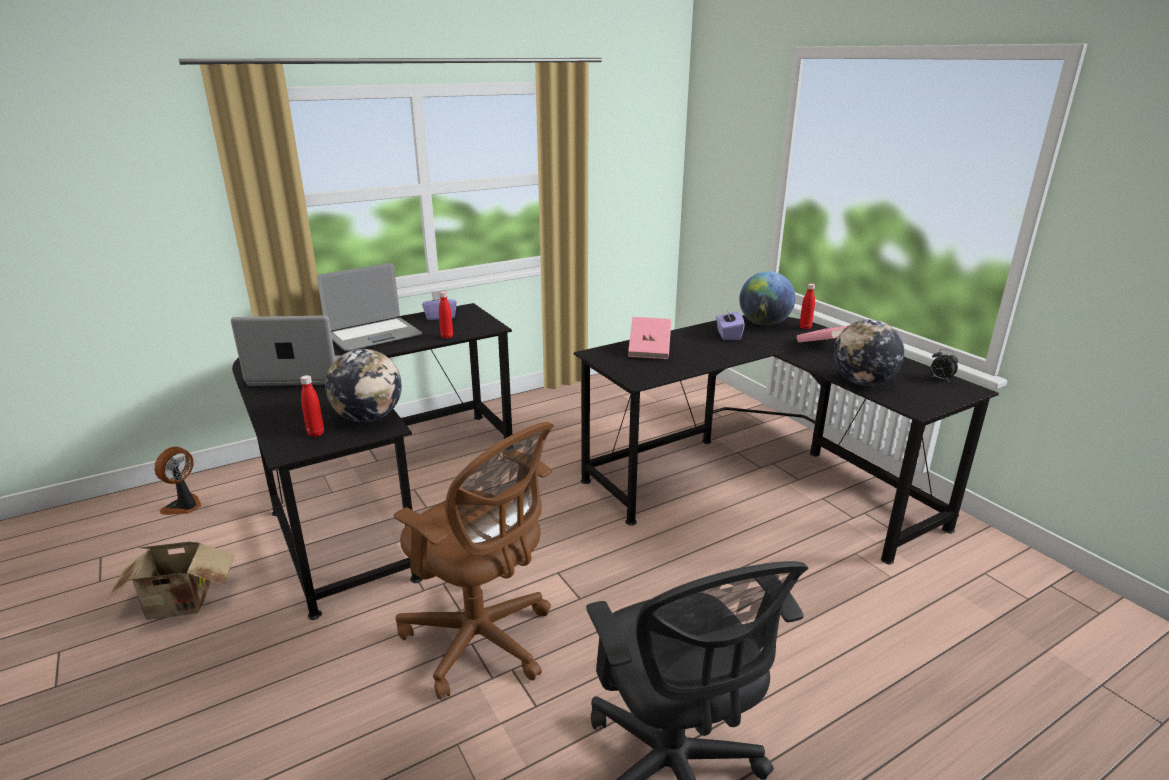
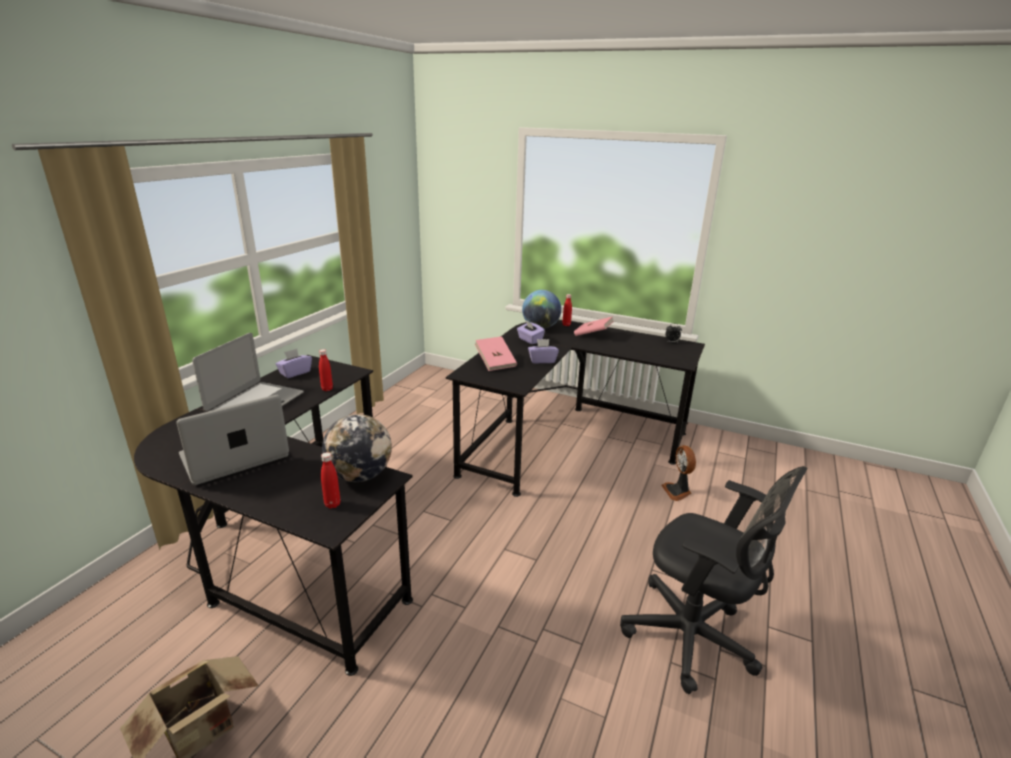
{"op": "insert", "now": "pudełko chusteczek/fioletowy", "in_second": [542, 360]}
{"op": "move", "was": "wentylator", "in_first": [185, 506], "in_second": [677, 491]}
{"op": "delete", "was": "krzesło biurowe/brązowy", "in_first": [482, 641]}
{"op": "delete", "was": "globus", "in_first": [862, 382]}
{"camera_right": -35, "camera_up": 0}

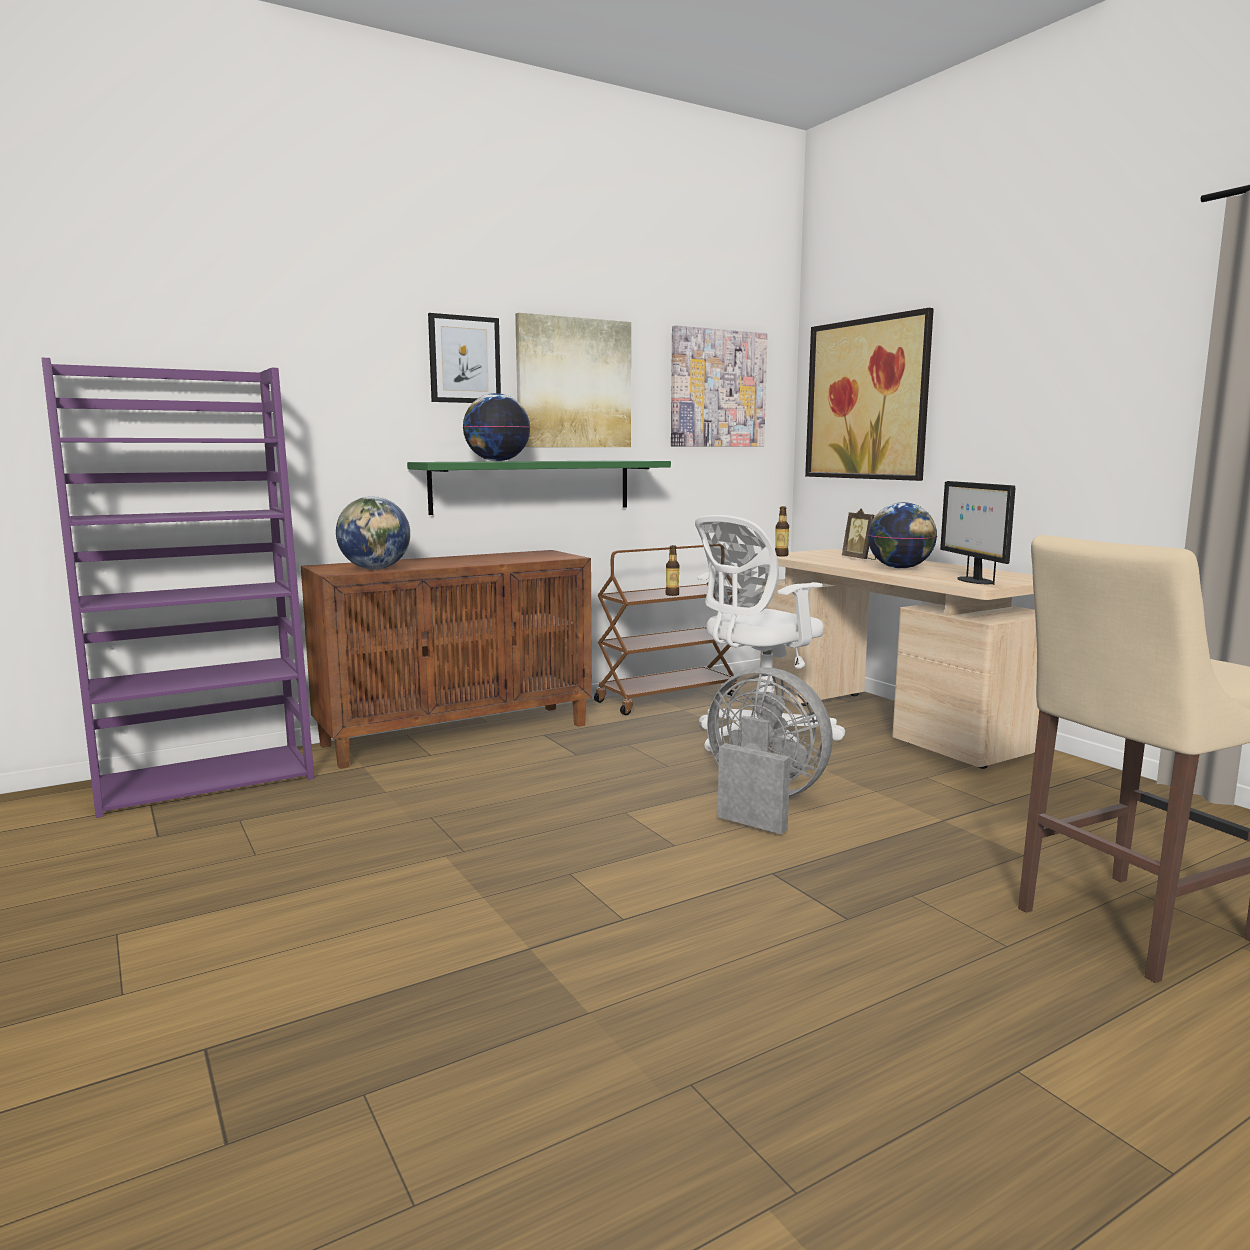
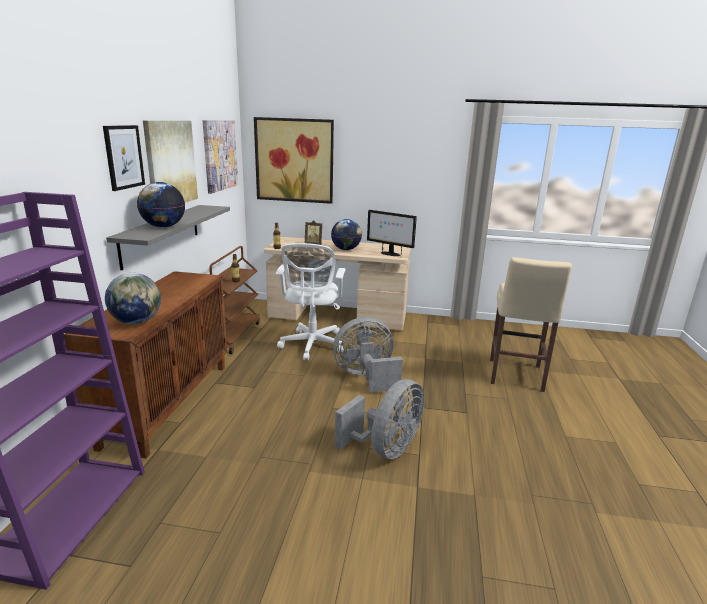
{"op": "recolor", "was": "półka/zielony", "now": "półka/szary", "in_first": [532, 486], "in_second": [161, 234]}
{"op": "insert", "now": "wentylator/szary", "in_second": [386, 449]}
{"camera_right": -50, "camera_up": 10}

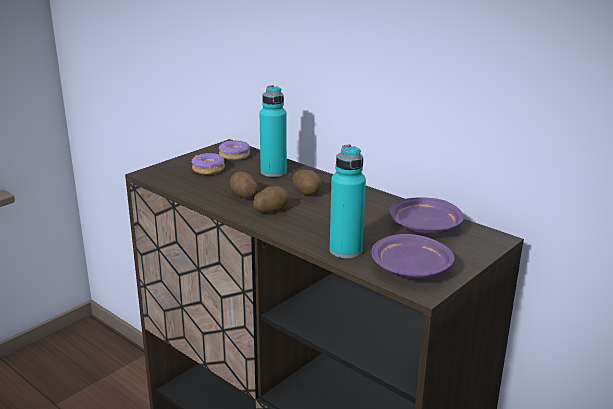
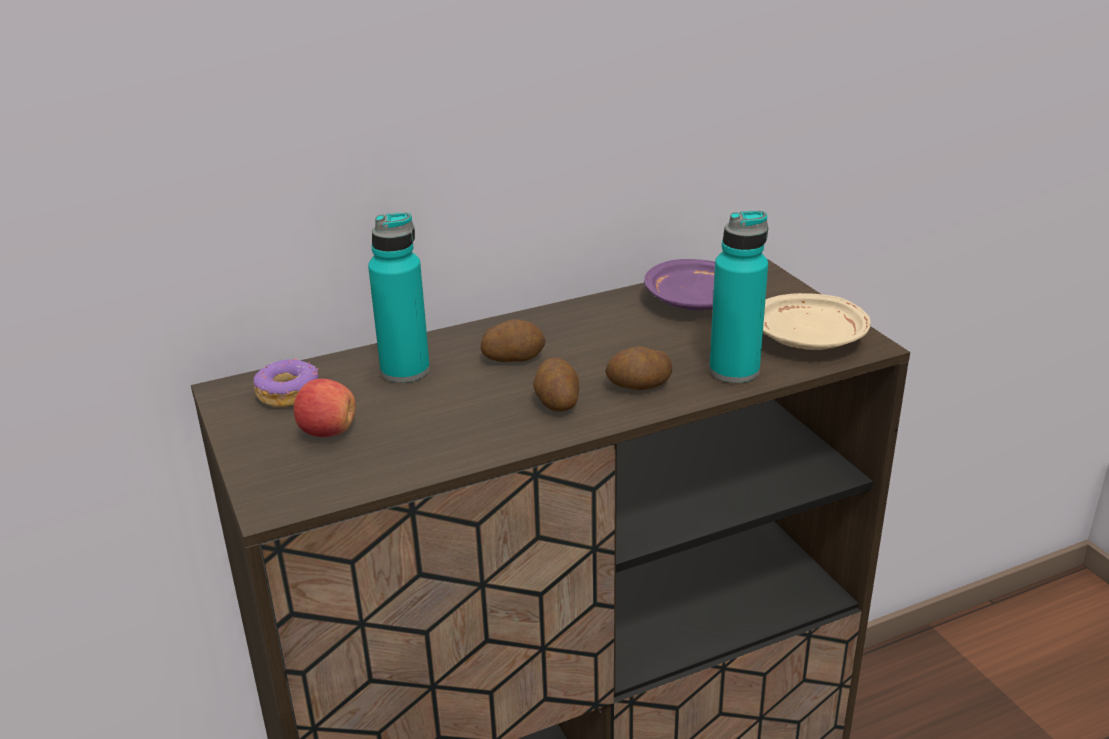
{"op": "replace", "was": "donut", "now": "jabłko", "in_first": [208, 170], "in_second": [327, 432]}
{"op": "move", "was": "ziemniak", "in_first": [243, 195], "in_second": [639, 386]}
{"op": "recolor", "was": "talerz/fioletowy", "now": "talerz/beżowy", "in_first": [411, 269], "in_second": [810, 339]}
{"camera_right": -65, "camera_up": 5}

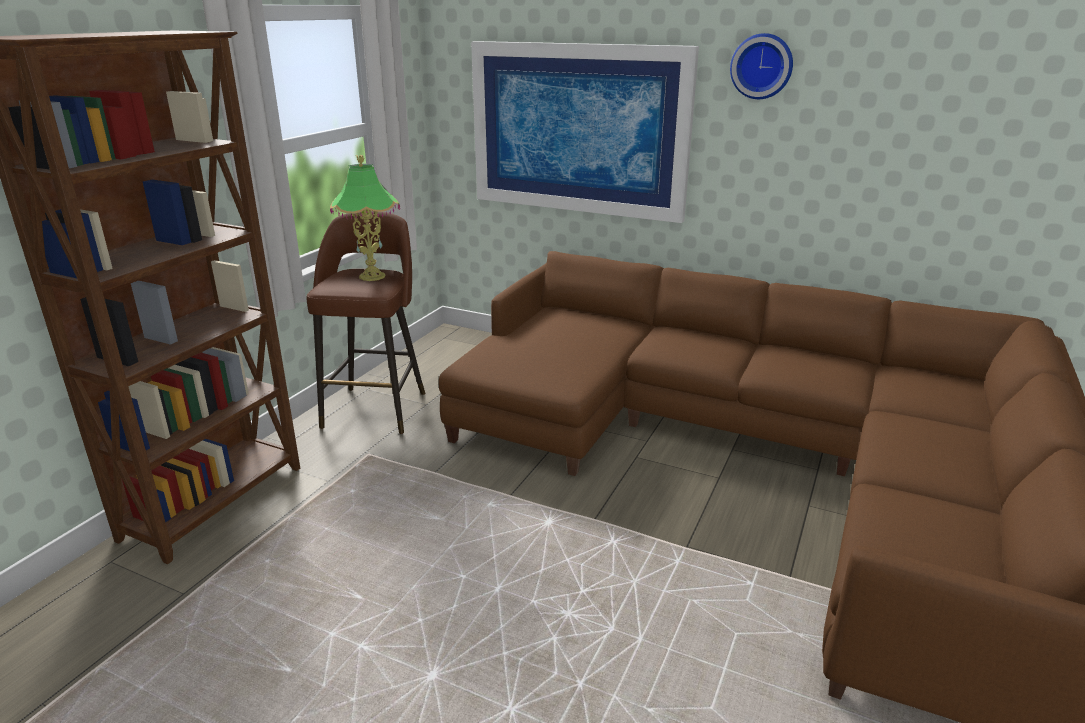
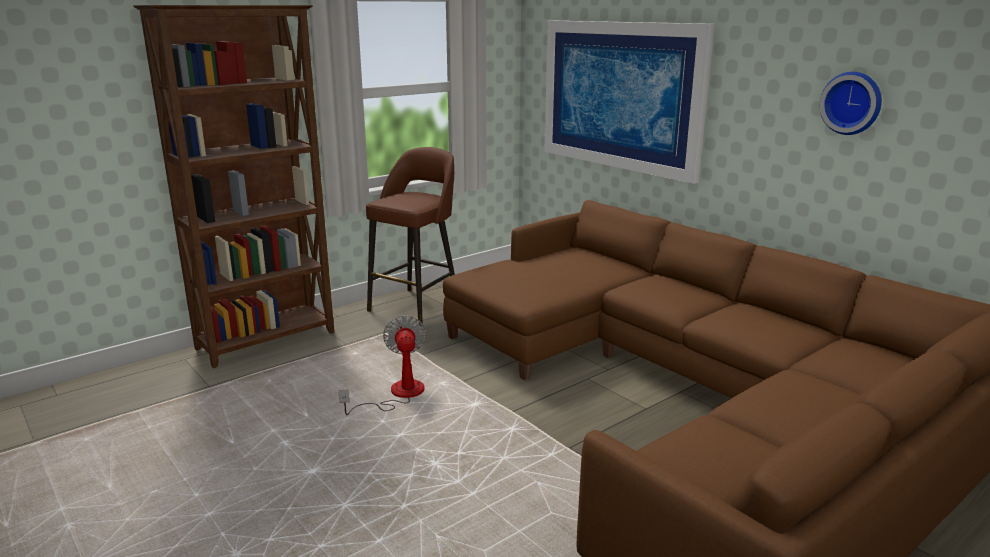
{"op": "insert", "now": "wentylator", "in_second": [397, 395]}
{"op": "move", "was": "zegar ścienny", "in_first": [762, 66], "in_second": [852, 103]}
{"op": "delete", "was": "lampa stołowa", "in_first": [372, 276]}
{"camera_right": 25, "camera_up": -5}

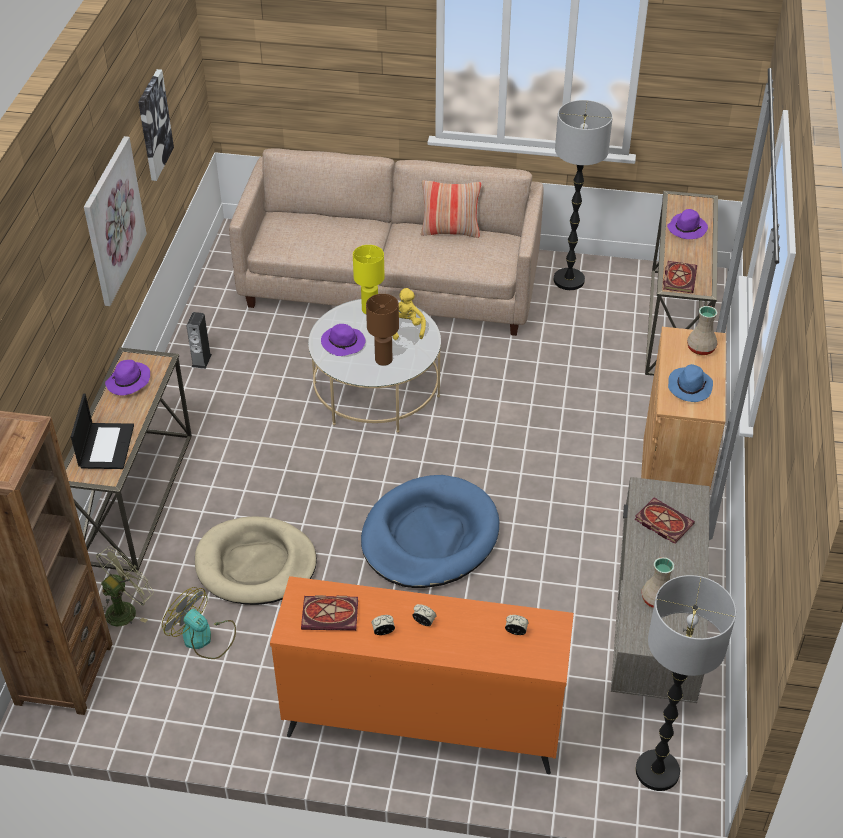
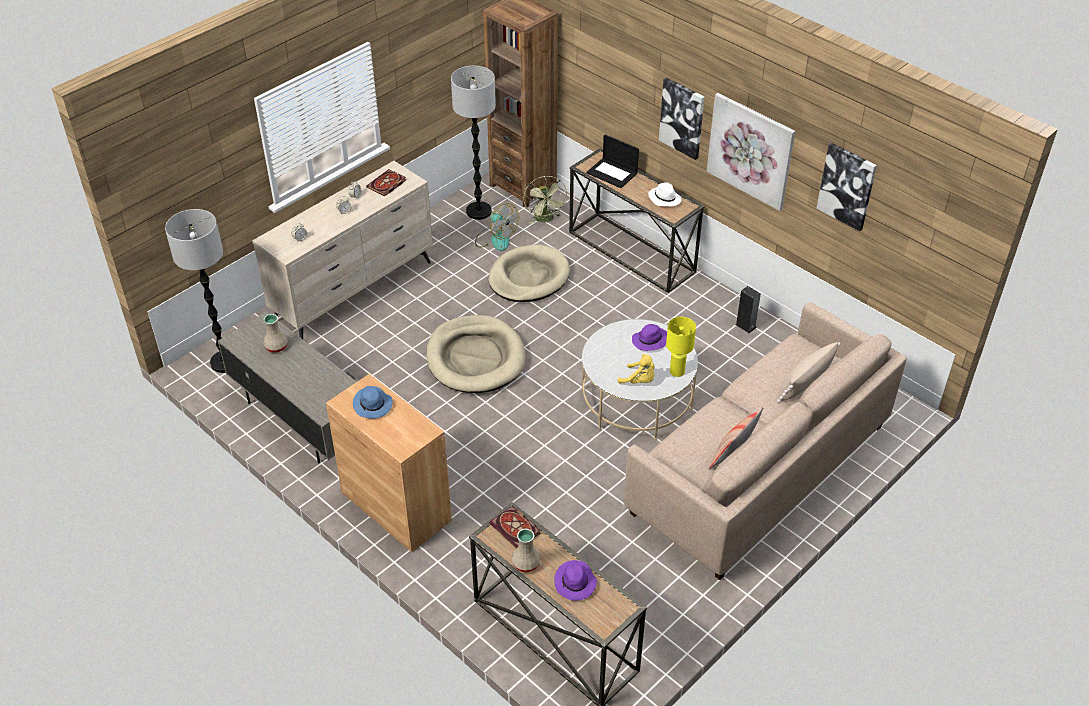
{"op": "recolor", "was": "komoda/pomarańczowy", "now": "komoda/beżowy", "in_first": [421, 723], "in_second": [354, 291]}
{"op": "recolor", "was": "legowisko/niebieski", "now": "legowisko/beżowy", "in_first": [429, 536], "in_second": [475, 358]}
{"op": "move", "was": "lampa stojąca", "in_first": [569, 280], "in_second": [478, 211]}
{"op": "rotate", "was": "wentylator", "in_first": [203, 638], "in_second": [496, 239], "clockwise": 60}
{"op": "move", "was": "wazon/beżowy", "in_first": [700, 348], "in_second": [526, 563]}
{"op": "recolor", "was": "kapelusz/fioletowy", "now": "kapelusz/biały", "in_first": [128, 382], "in_second": [664, 198]}
{"op": "insert", "now": "obraz", "in_second": [682, 118]}
{"op": "insert", "now": "poduszka/beżowy", "in_second": [804, 382]}
{"op": "delete", "was": "lampa stołowa/brązowy", "in_first": [383, 360]}
{"op": "delete", "was": "książka", "in_first": [662, 522]}
{"camera_right": 125, "camera_up": 0}

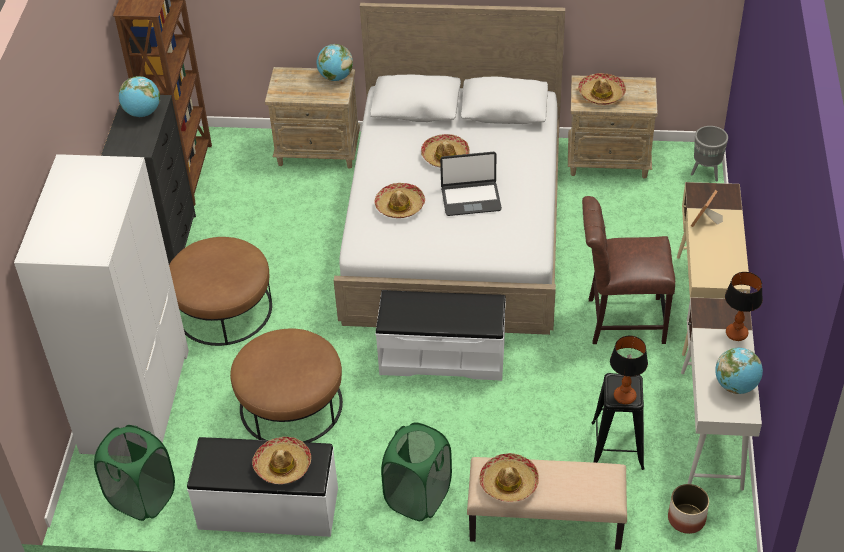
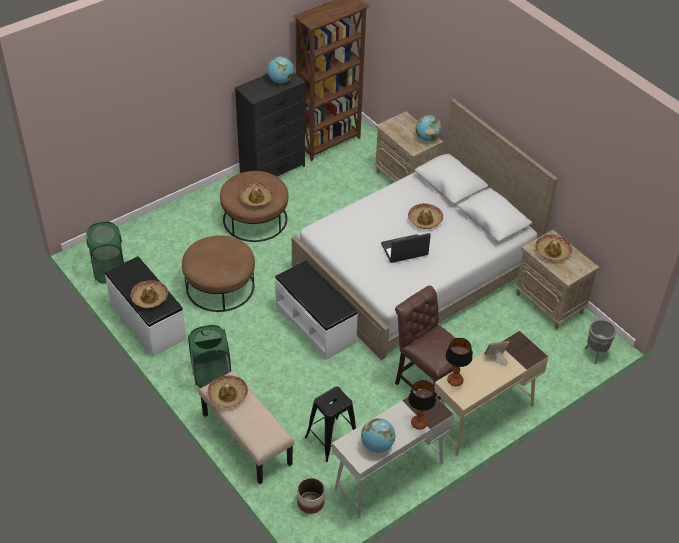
{"op": "move", "was": "kapelusz", "in_first": [400, 206], "in_second": [256, 198]}
{"op": "rotate", "was": "laptop", "in_first": [471, 199], "in_second": [404, 250], "clockwise": 120}
{"op": "move", "was": "lampa stołowa", "in_first": [625, 396], "in_second": [455, 381]}
{"op": "delete", "was": "szafa/biały", "in_first": [134, 400]}
{"camera_right": 45, "camera_up": 0}

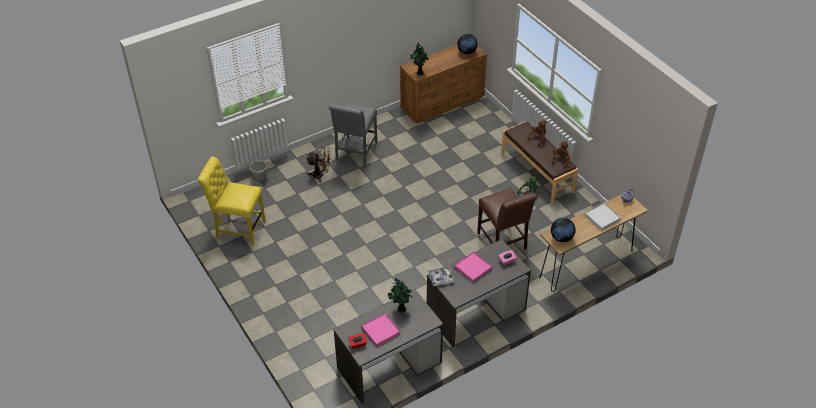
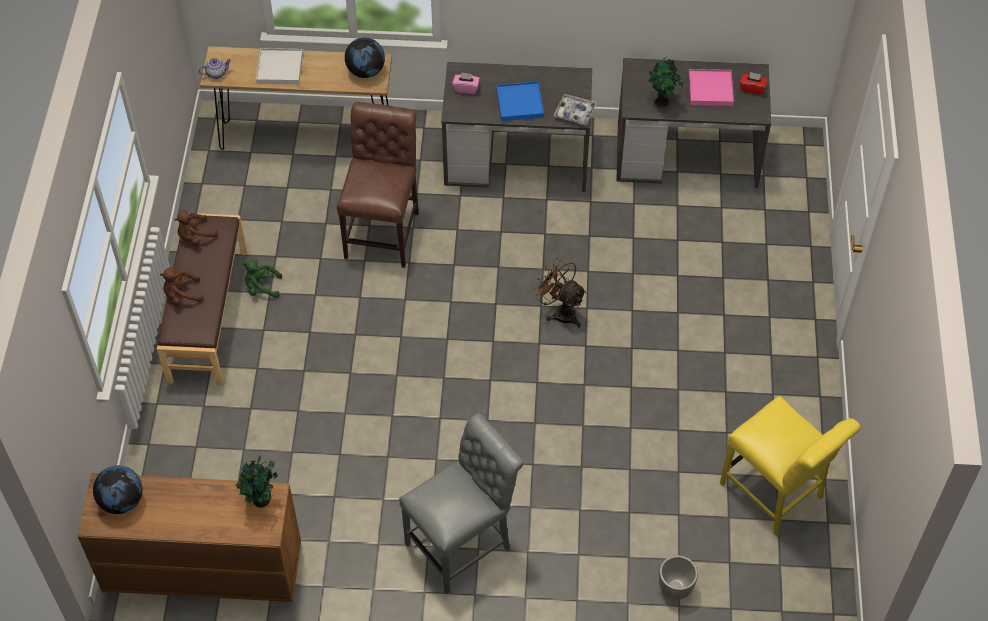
{"op": "recolor", "was": "taca/różowy", "now": "taca/niebieski", "in_first": [473, 268], "in_second": [519, 103]}
{"op": "move", "was": "wentylator/brązowy", "in_first": [320, 175], "in_second": [560, 311]}
{"camera_right": -145, "camera_up": 10}

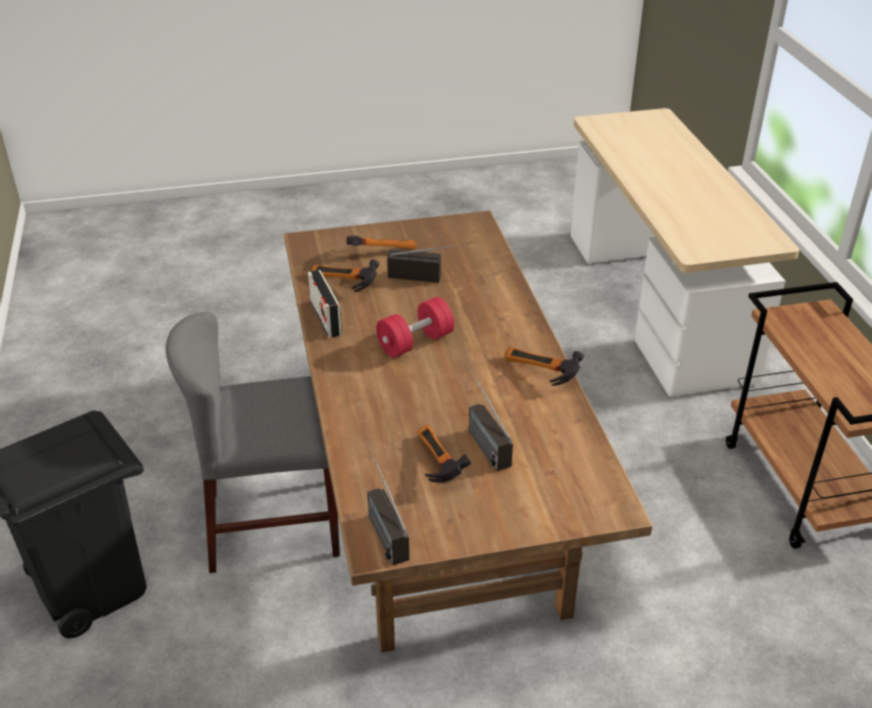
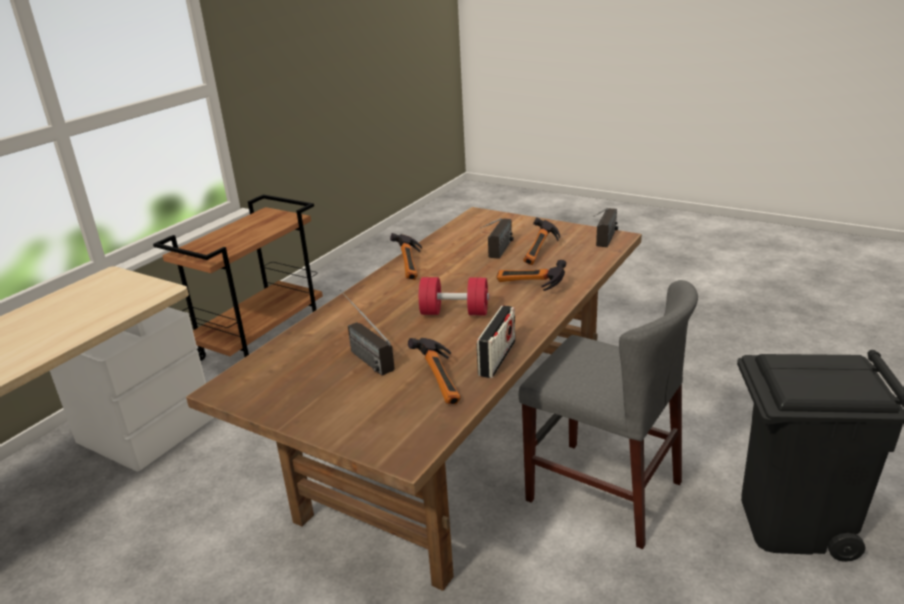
{"op": "move", "was": "młotek", "in_first": [380, 251], "in_second": [528, 288]}
{"camera_right": -135, "camera_up": -10}

